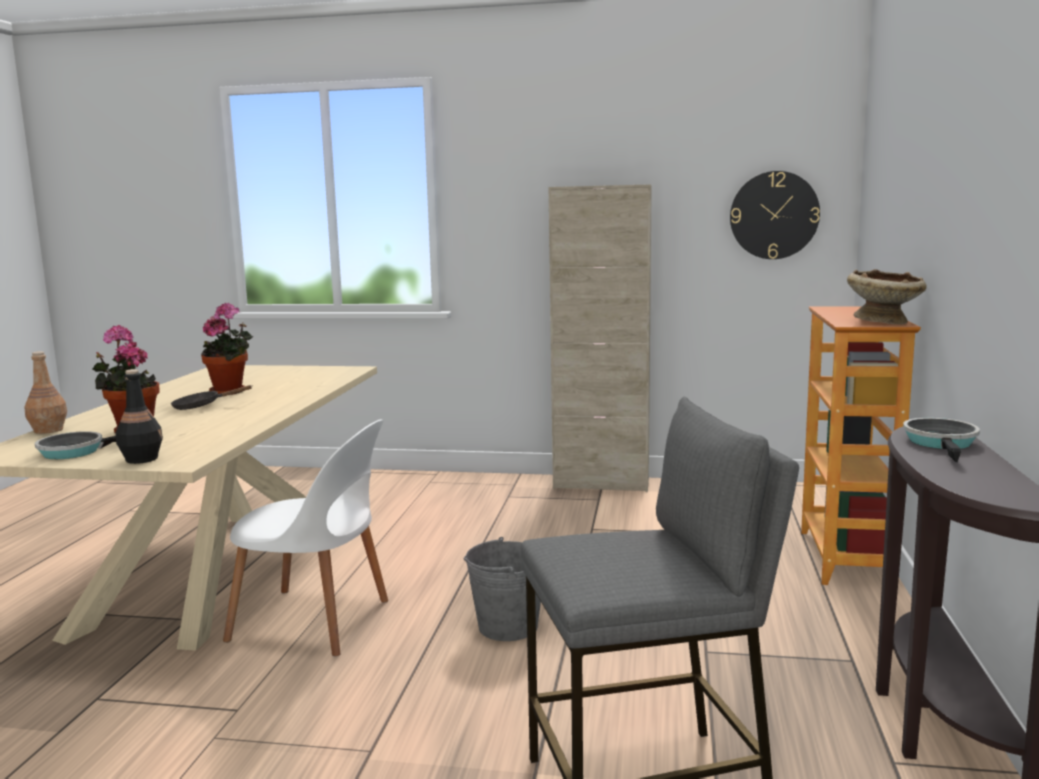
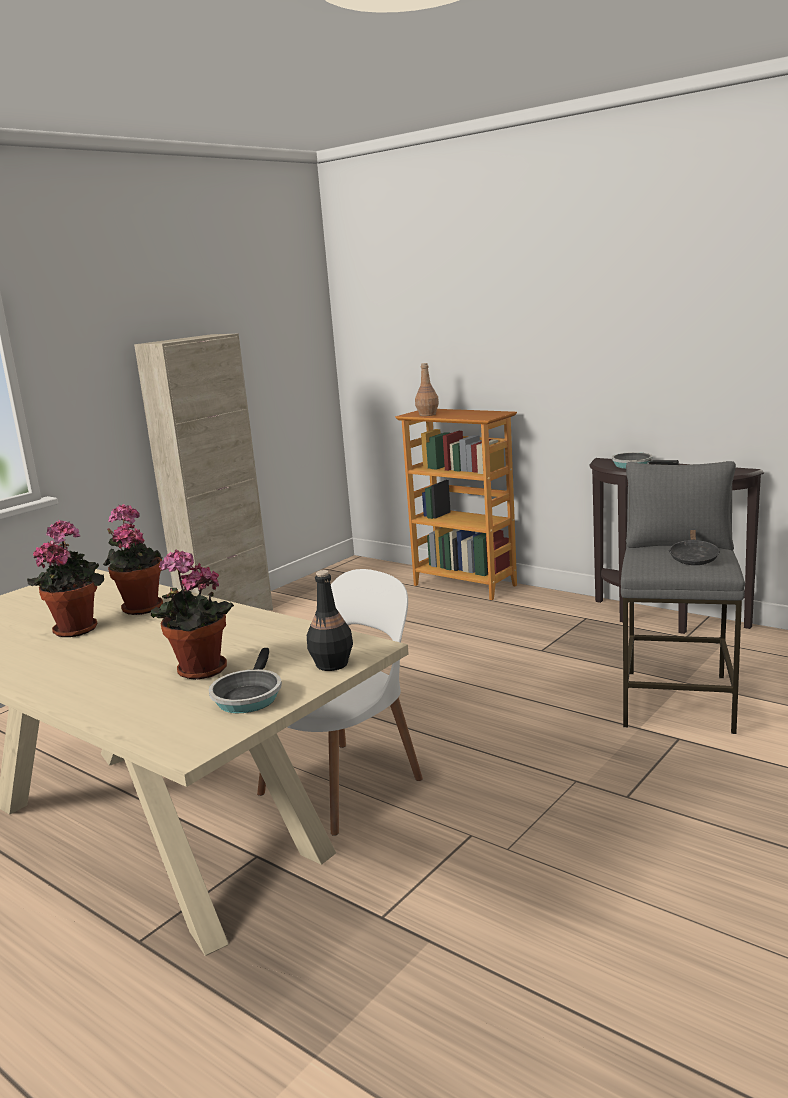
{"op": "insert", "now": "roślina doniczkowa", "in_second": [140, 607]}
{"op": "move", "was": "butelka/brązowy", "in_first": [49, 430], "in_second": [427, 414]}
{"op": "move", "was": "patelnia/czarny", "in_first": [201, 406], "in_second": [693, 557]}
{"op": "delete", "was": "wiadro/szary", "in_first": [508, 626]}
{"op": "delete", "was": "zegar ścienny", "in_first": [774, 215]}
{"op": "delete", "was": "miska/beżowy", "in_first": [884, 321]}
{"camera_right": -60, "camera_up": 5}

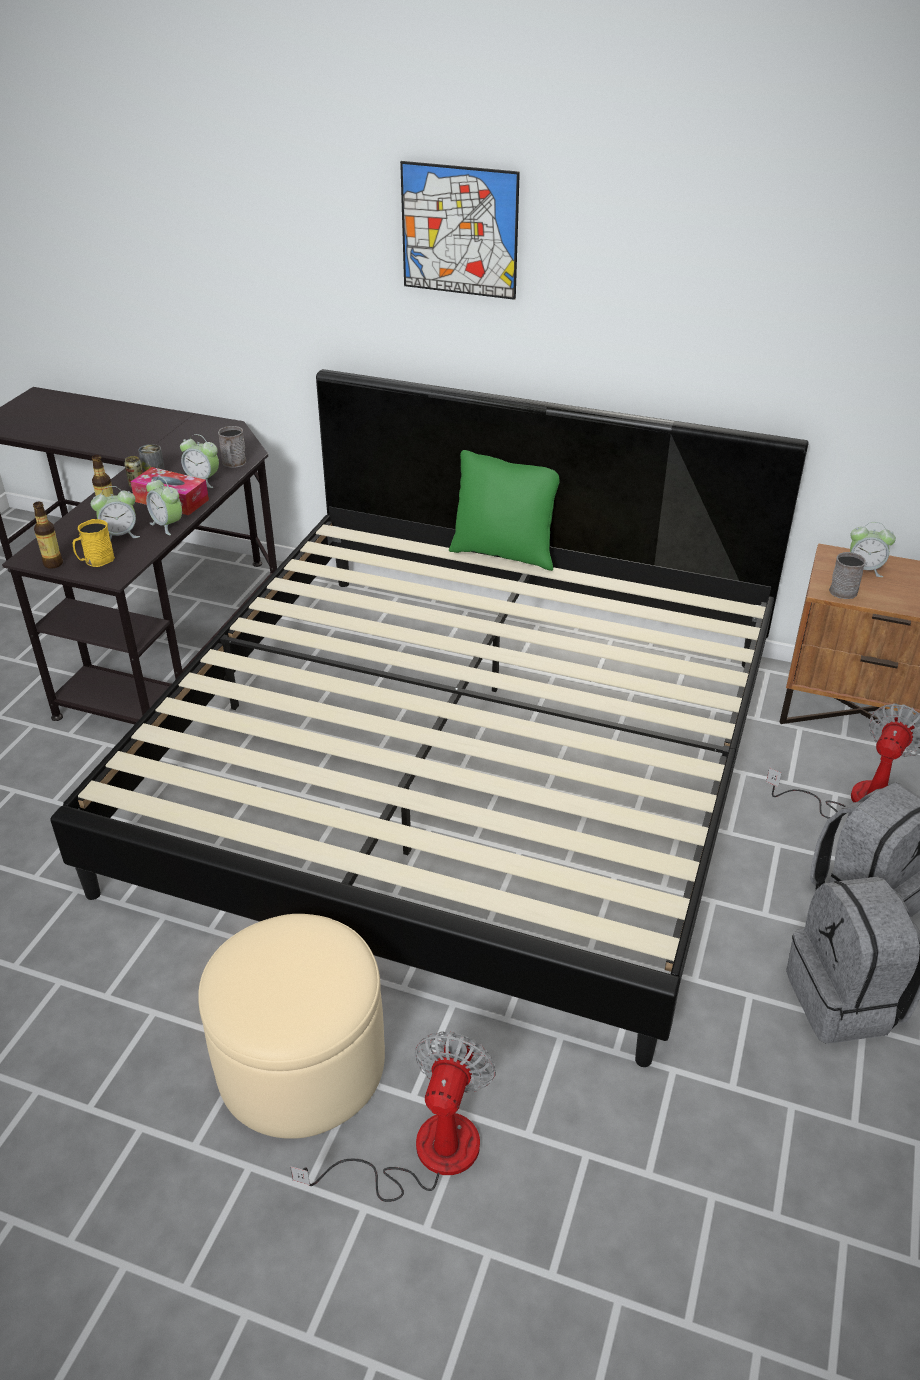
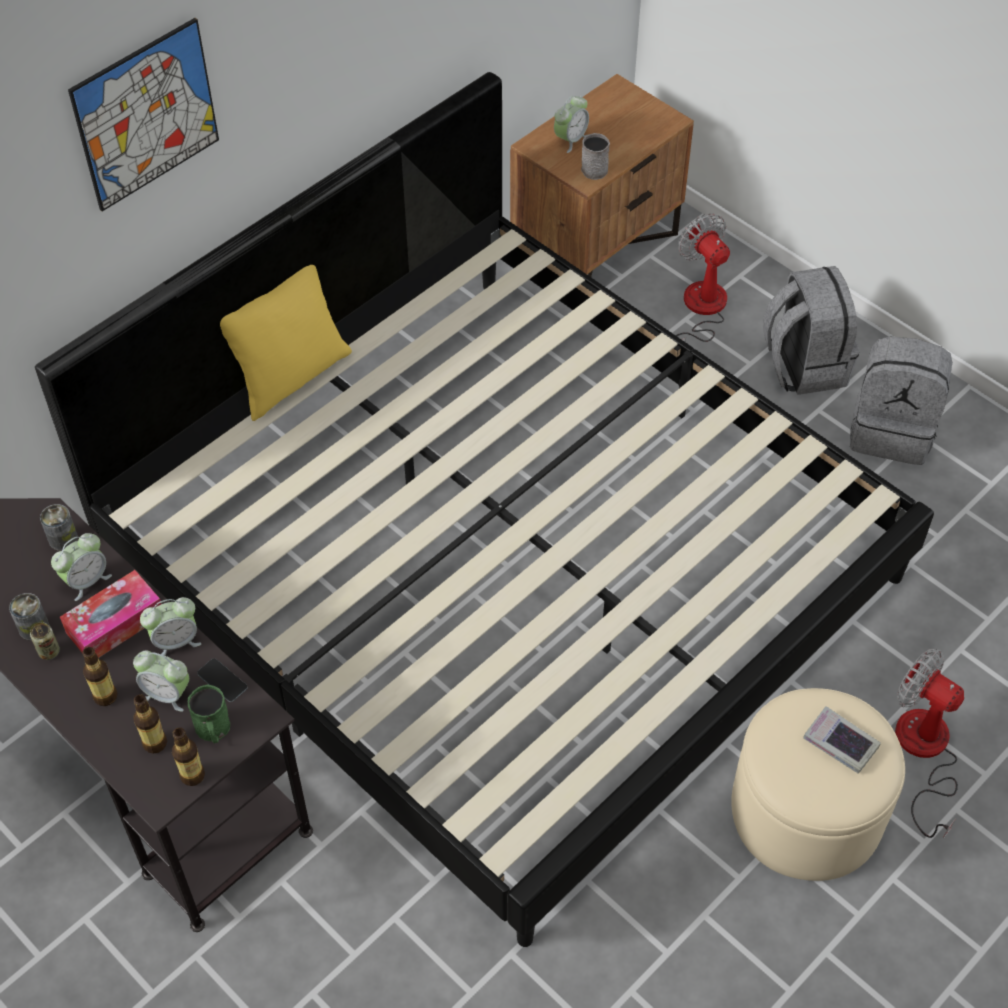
{"op": "replace", "was": "kubek/szary", "now": "puszka", "in_first": [234, 463], "in_second": [63, 538]}
{"op": "rotate", "was": "budzik", "in_first": [120, 535], "in_second": [167, 694], "clockwise": 105}
{"op": "insert", "now": "butelka", "in_second": [155, 743]}
{"op": "recolor", "was": "kubek/żółty", "now": "kubek/zielony", "in_first": [95, 561], "in_second": [213, 730]}
{"op": "insert", "now": "telefon", "in_second": [222, 680]}
{"op": "recolor", "was": "poduszka/zielony", "now": "poduszka/żółty", "in_first": [504, 553], "in_second": [290, 377]}
{"op": "insert", "now": "książka", "in_second": [840, 743]}
{"camera_right": -65, "camera_up": 15}

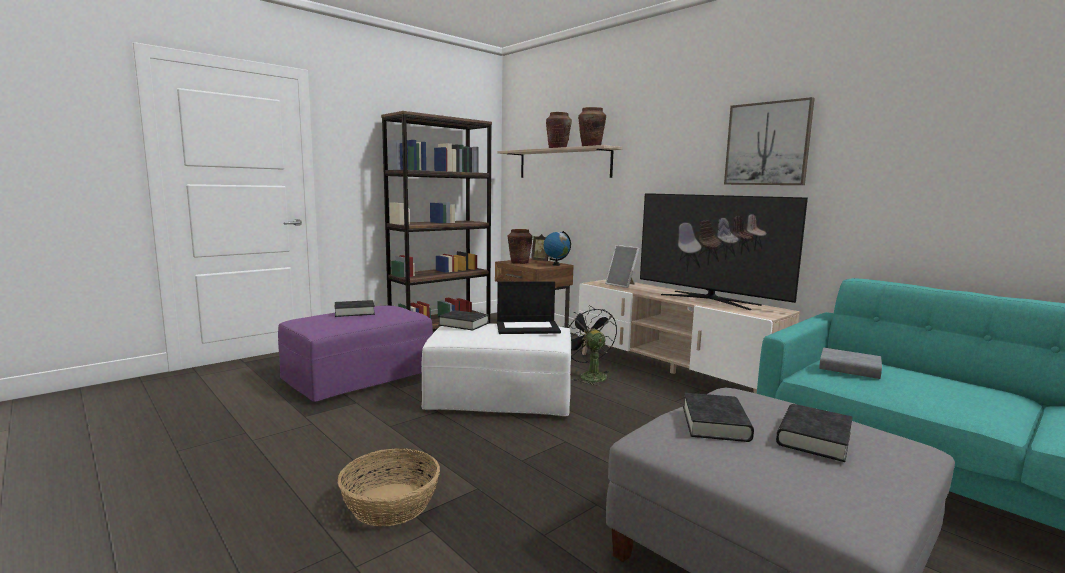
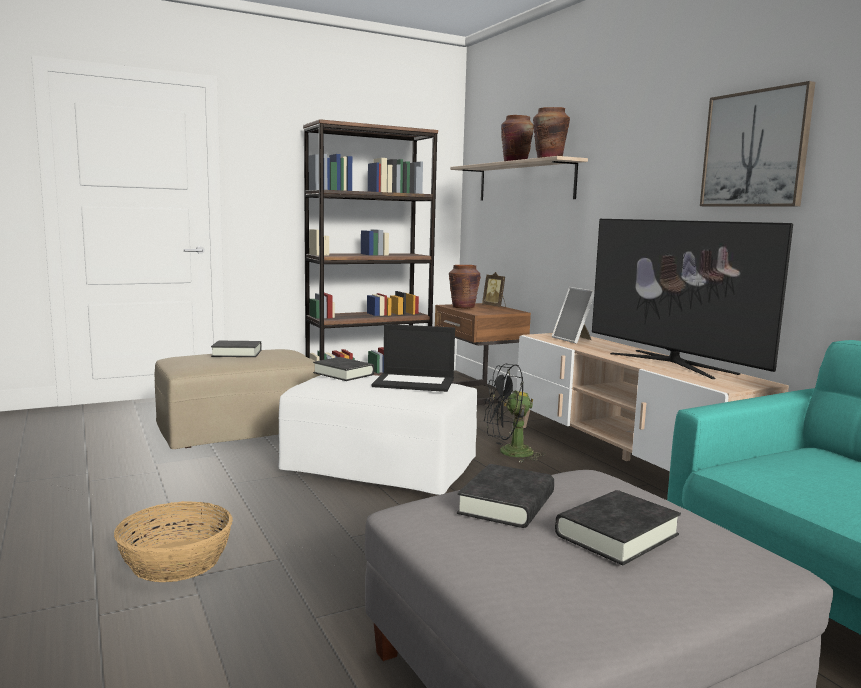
{"op": "recolor", "was": "pufa/fioletowy", "now": "pufa/beżowy", "in_first": [359, 376], "in_second": [240, 428]}
{"op": "rotate", "was": "wentylator/czarny", "in_first": [589, 376], "in_second": [509, 453], "clockwise": -90}
{"op": "delete", "was": "globus", "in_first": [556, 265]}
{"op": "delete", "was": "książka/szary", "in_first": [849, 368]}
{"camera_right": 15, "camera_up": 0}

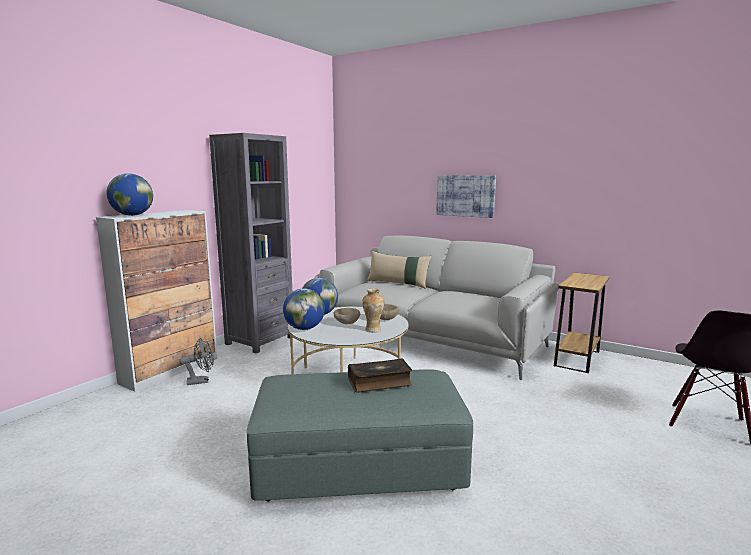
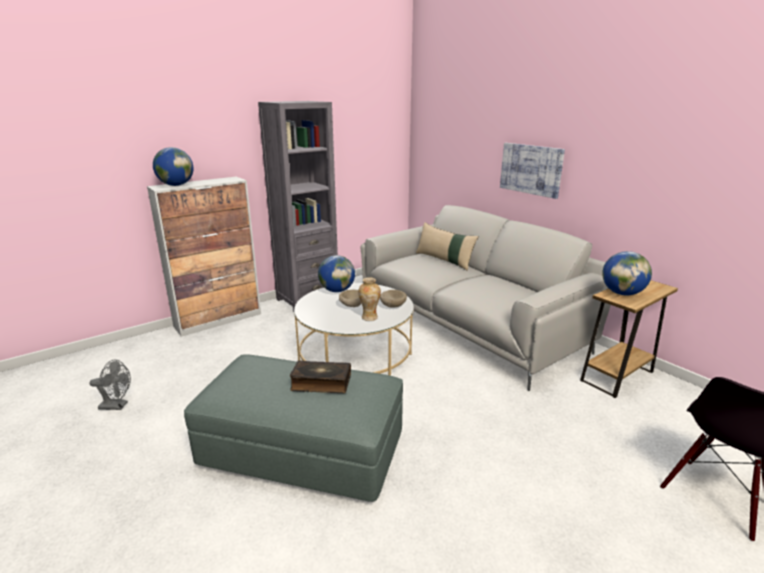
{"op": "move", "was": "wentylator/szary", "in_first": [201, 381], "in_second": [117, 406]}
{"op": "move", "was": "globus", "in_first": [304, 328], "in_second": [622, 293]}
{"camera_right": 20, "camera_up": 10}

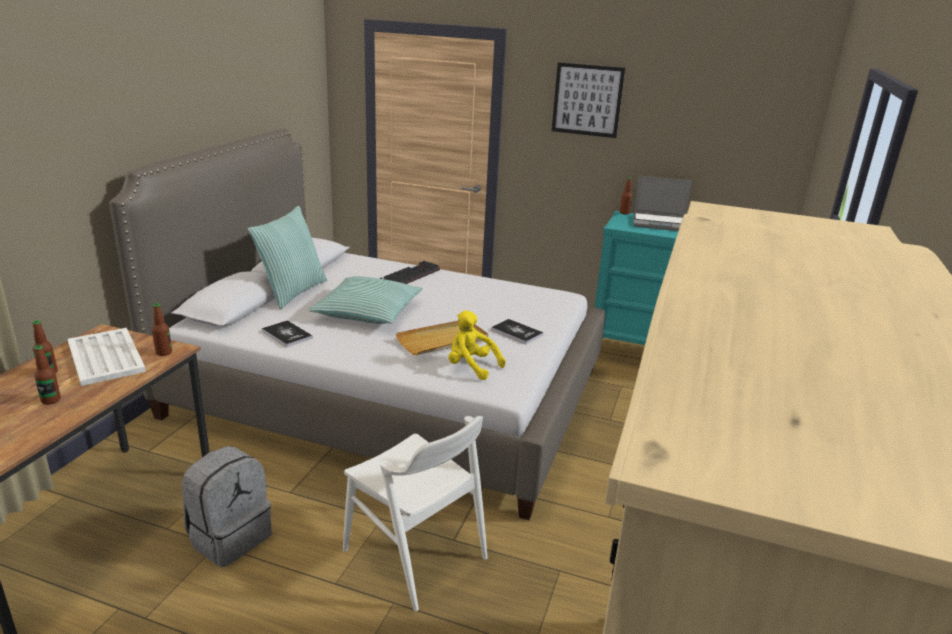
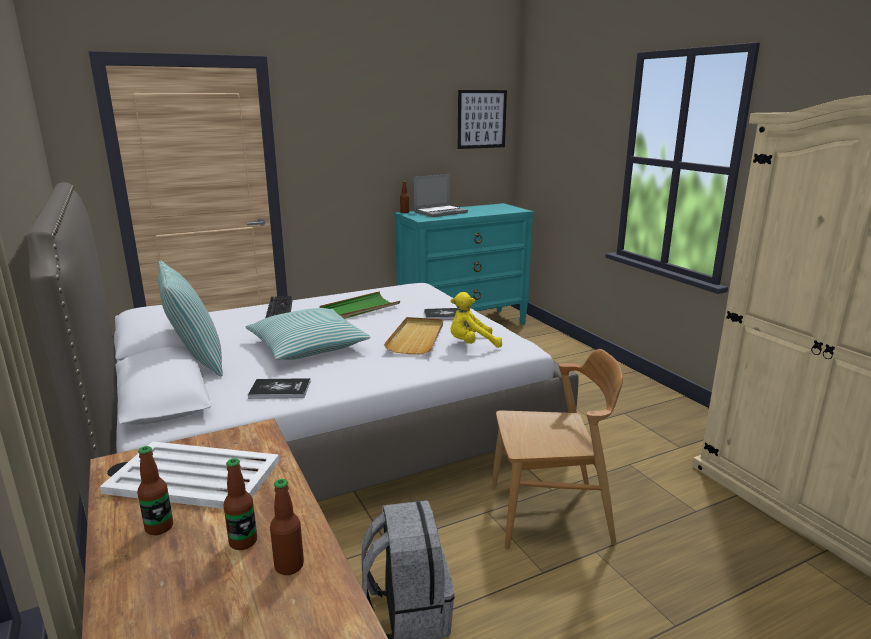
{"op": "move", "was": "butelka", "in_first": [164, 352], "in_second": [289, 566]}
{"op": "insert", "now": "taca/zielony", "in_second": [359, 309]}
{"op": "move", "was": "obraz", "in_first": [587, 100], "in_second": [481, 119]}
{"op": "recolor", "was": "krzesło/biały", "now": "krzesło/brązowy", "in_first": [415, 555], "in_second": [550, 515]}
{"camera_right": -45, "camera_up": -5}

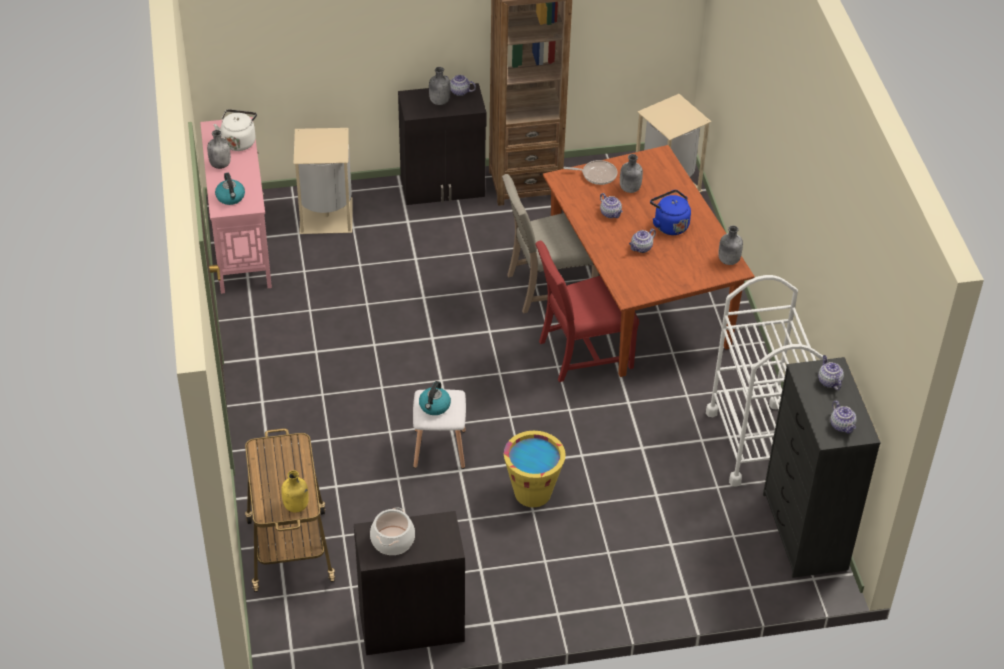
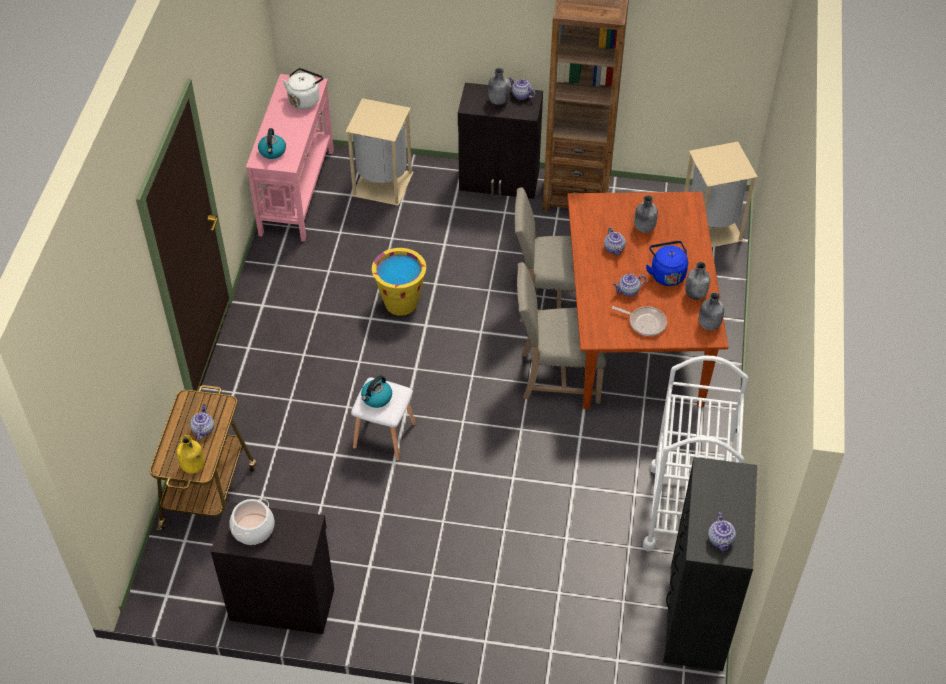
{"op": "move", "was": "imbryk", "in_first": [829, 381], "in_second": [203, 429]}
{"op": "move", "was": "wiadro/żółty", "in_first": [532, 493], "in_second": [401, 303]}
{"op": "recolor", "was": "krzesło/czerwony", "now": "krzesło/beżowy", "in_first": [582, 353], "in_second": [557, 376]}
{"op": "move", "was": "patelnia", "in_first": [597, 175], "in_second": [645, 322]}
{"op": "move", "was": "butelka/szary", "in_first": [220, 164], "in_second": [695, 294]}
{"camera_right": 20, "camera_up": 5}

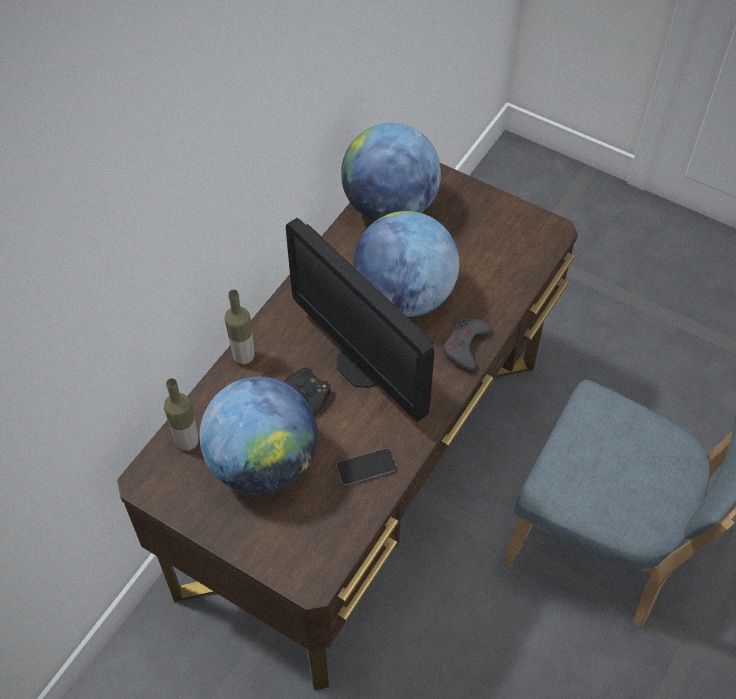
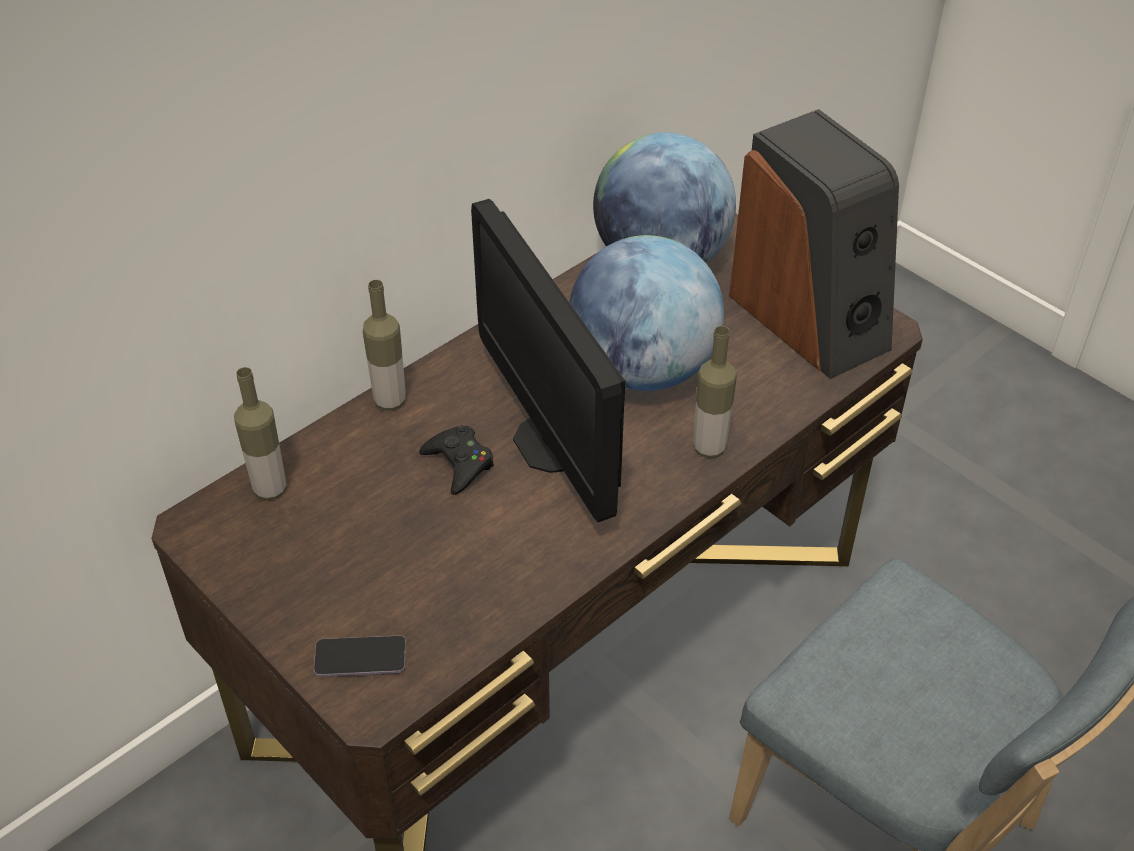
{"op": "move", "was": "telefon", "in_first": [366, 468], "in_second": [360, 658]}
{"op": "replace", "was": "pad do gier/szary", "now": "butelka", "in_first": [465, 346], "in_second": [709, 448]}
{"op": "insert", "now": "głośnik", "in_second": [810, 319]}
{"op": "delete", "was": "globus", "in_first": [263, 463]}
{"camera_right": 15, "camera_up": -10}

